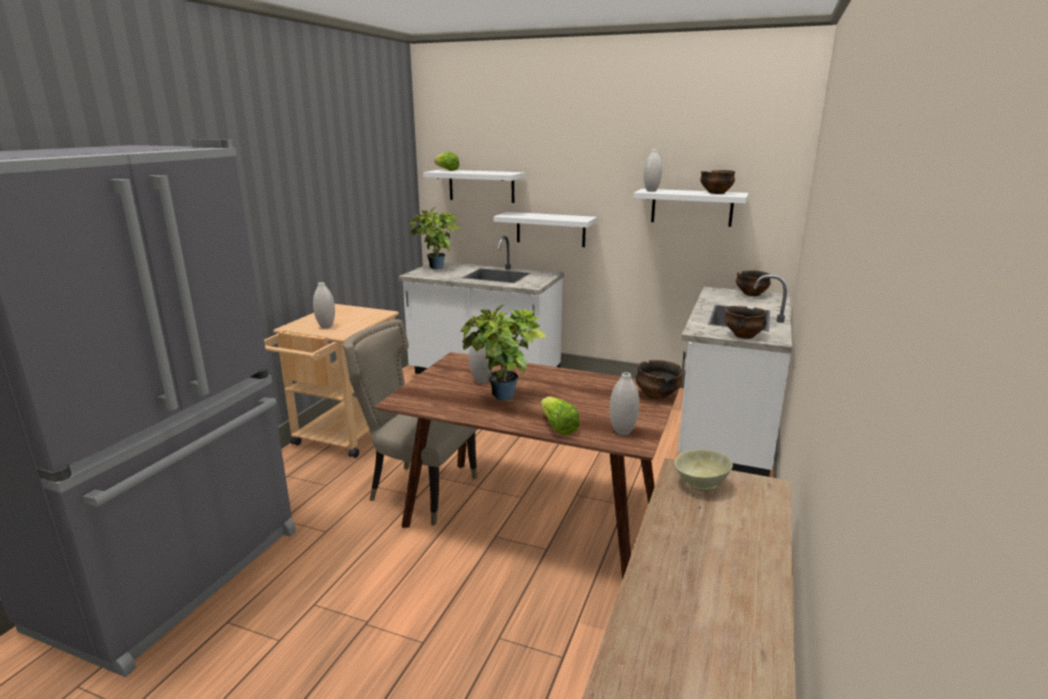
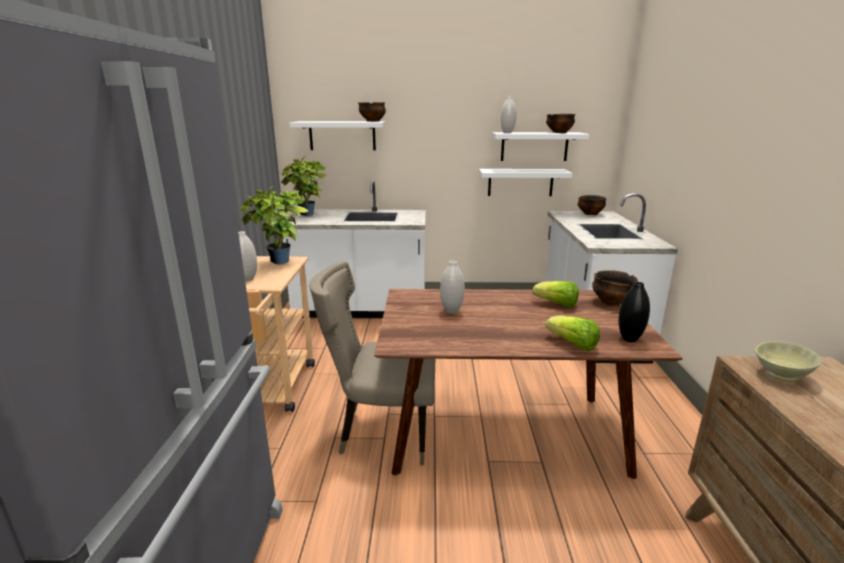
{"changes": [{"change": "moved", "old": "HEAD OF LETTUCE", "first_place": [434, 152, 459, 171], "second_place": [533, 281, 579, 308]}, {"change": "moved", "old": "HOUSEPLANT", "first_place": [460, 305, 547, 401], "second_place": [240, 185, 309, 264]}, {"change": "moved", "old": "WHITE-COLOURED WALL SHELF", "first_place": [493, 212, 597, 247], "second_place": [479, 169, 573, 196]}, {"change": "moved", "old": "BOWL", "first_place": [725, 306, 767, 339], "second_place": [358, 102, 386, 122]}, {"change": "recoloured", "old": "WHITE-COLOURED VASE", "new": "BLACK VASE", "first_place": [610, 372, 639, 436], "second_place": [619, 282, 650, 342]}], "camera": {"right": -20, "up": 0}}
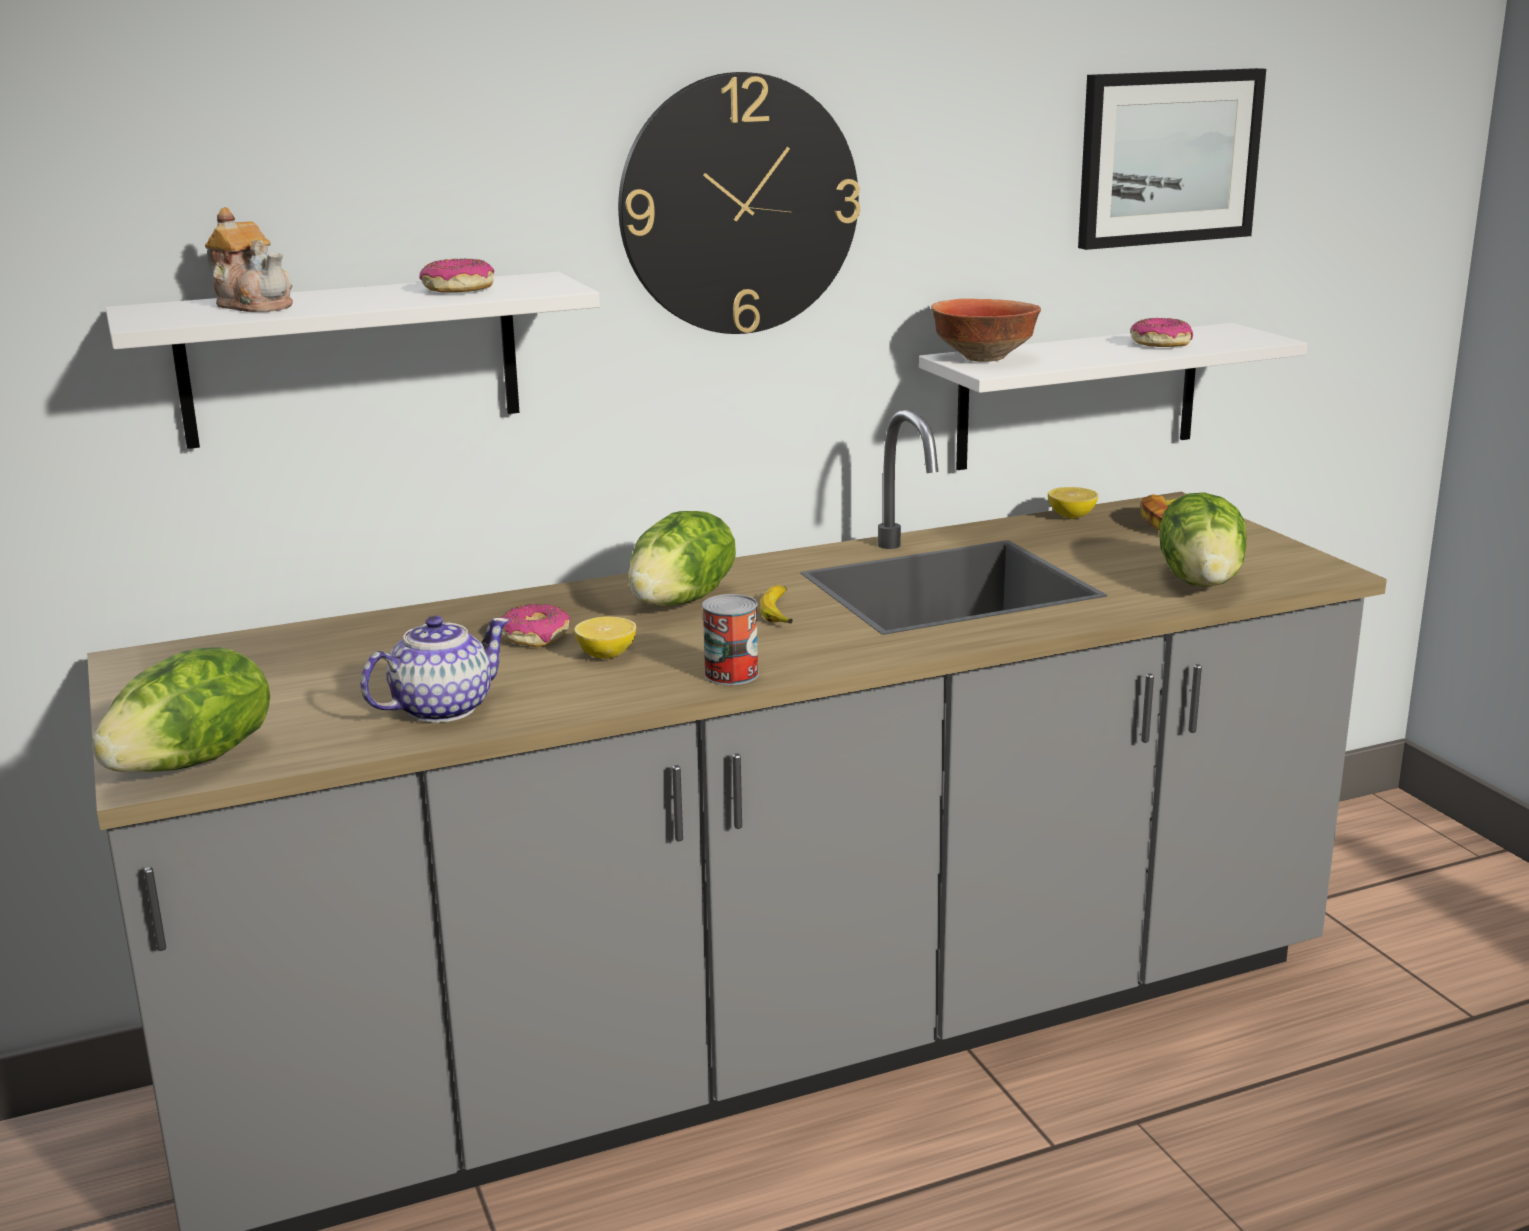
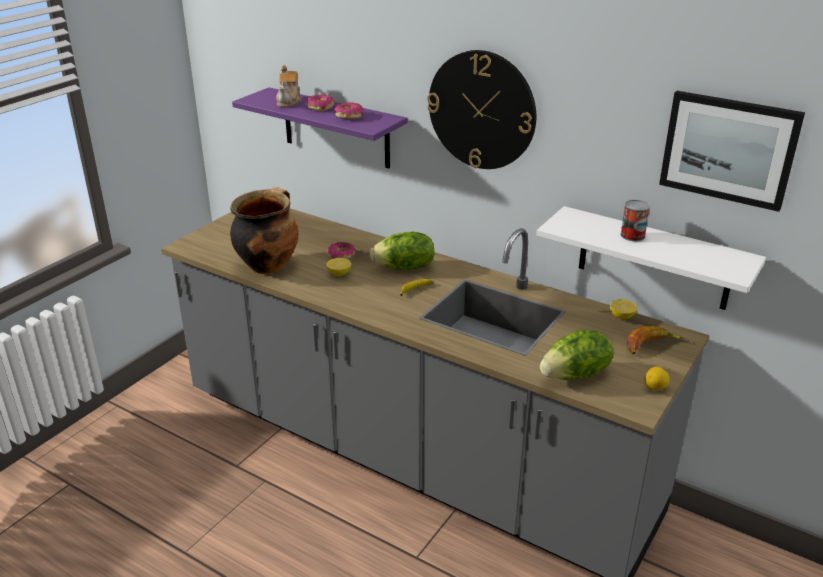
{"changes": [{"change": "removed", "old": "HEAD OF LETTUCE", "first_place": [92, 647, 270, 772]}, {"change": "removed", "old": "BOWL", "first_place": [931, 298, 1041, 362]}, {"change": "added", "new": "LEMON", "second_place": [644, 367, 670, 390]}, {"change": "moved", "old": "CAN", "first_place": [702, 594, 759, 685], "second_place": [620, 200, 650, 241]}, {"change": "moved", "old": "RING DOUGHNUT", "first_place": [1131, 318, 1193, 347], "second_place": [306, 95, 335, 112]}, {"change": "replaced", "old": "TEAPOT", "new": "STOCKPOT", "first_place": [360, 616, 510, 723], "second_place": [230, 187, 299, 274]}, {"change": "recoloured", "old": "WHITE-COLOURED WALL SHELF", "new": "PURPLE-COLOURED WALL SHELF", "first_place": [106, 272, 600, 449], "second_place": [232, 87, 407, 168]}], "camera": {"right": 55, "up": 10}}
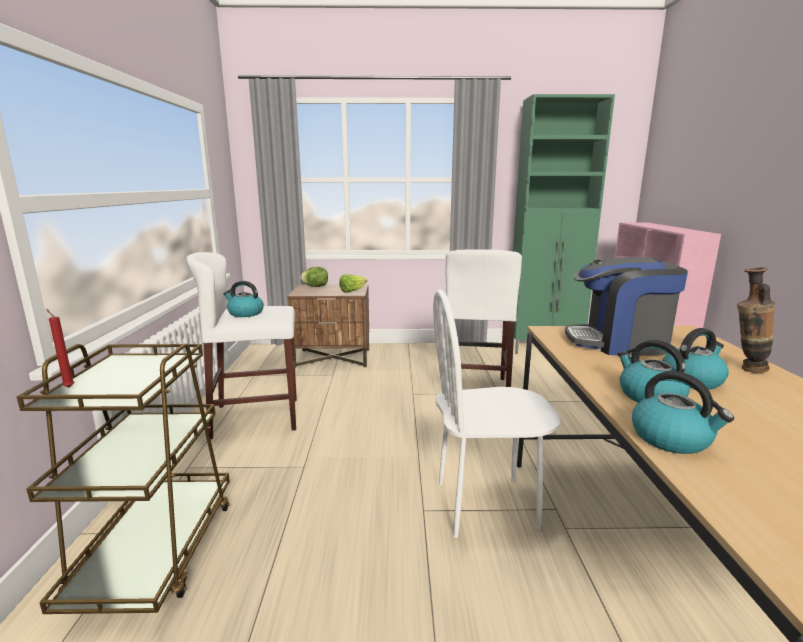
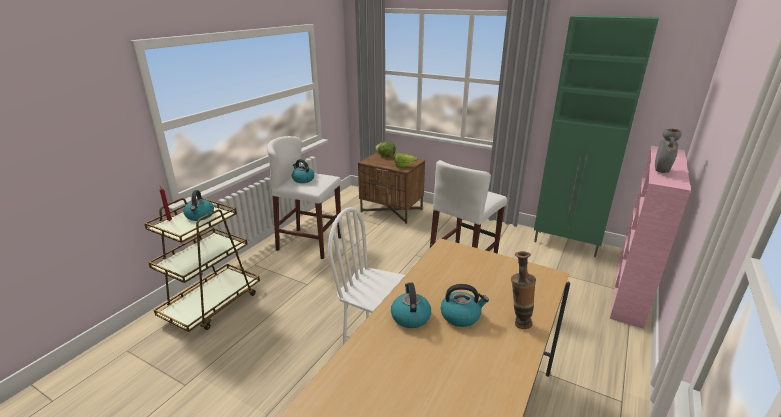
{"changes": [{"change": "removed", "old": "COFFEE MAKER", "first_place": [565, 257, 688, 356]}, {"change": "added", "new": "GRAY VASE", "second_place": [655, 129, 682, 173]}, {"change": "moved", "old": "KETTLE", "first_place": [632, 371, 734, 454], "second_place": [183, 190, 214, 221]}], "camera": {"right": 30, "up": 10}}
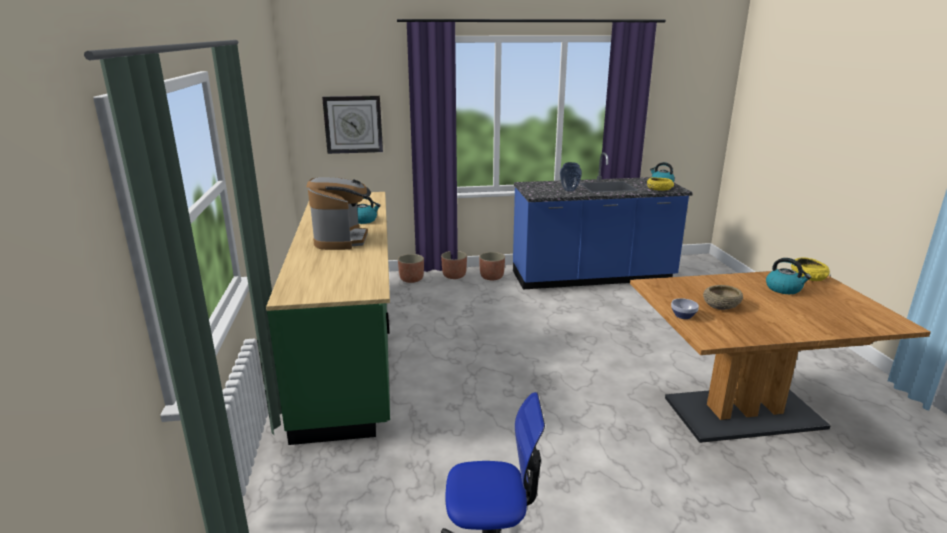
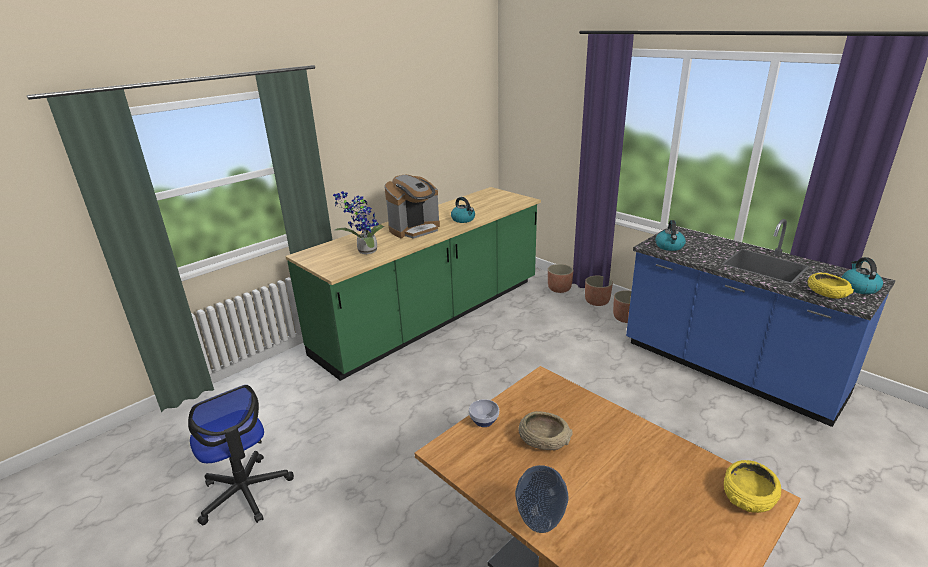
{"changes": [{"change": "removed", "old": "WALL CLOCK", "first_place": [322, 96, 383, 154]}, {"change": "added", "new": "HOUSEPLANT", "second_place": [333, 191, 384, 254]}, {"change": "moved", "old": "VASE", "first_place": [560, 162, 582, 192], "second_place": [515, 465, 569, 533]}, {"change": "moved", "old": "KETTLE", "first_place": [766, 258, 811, 294], "second_place": [655, 220, 686, 251]}], "camera": {"right": 55, "up": 5}}
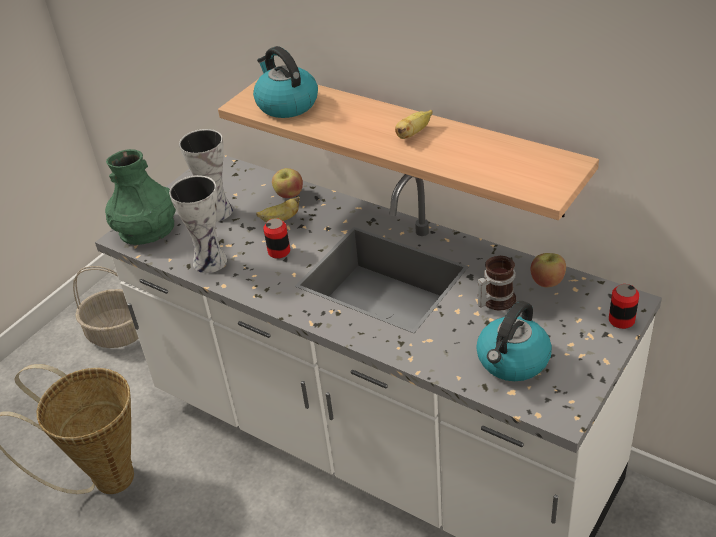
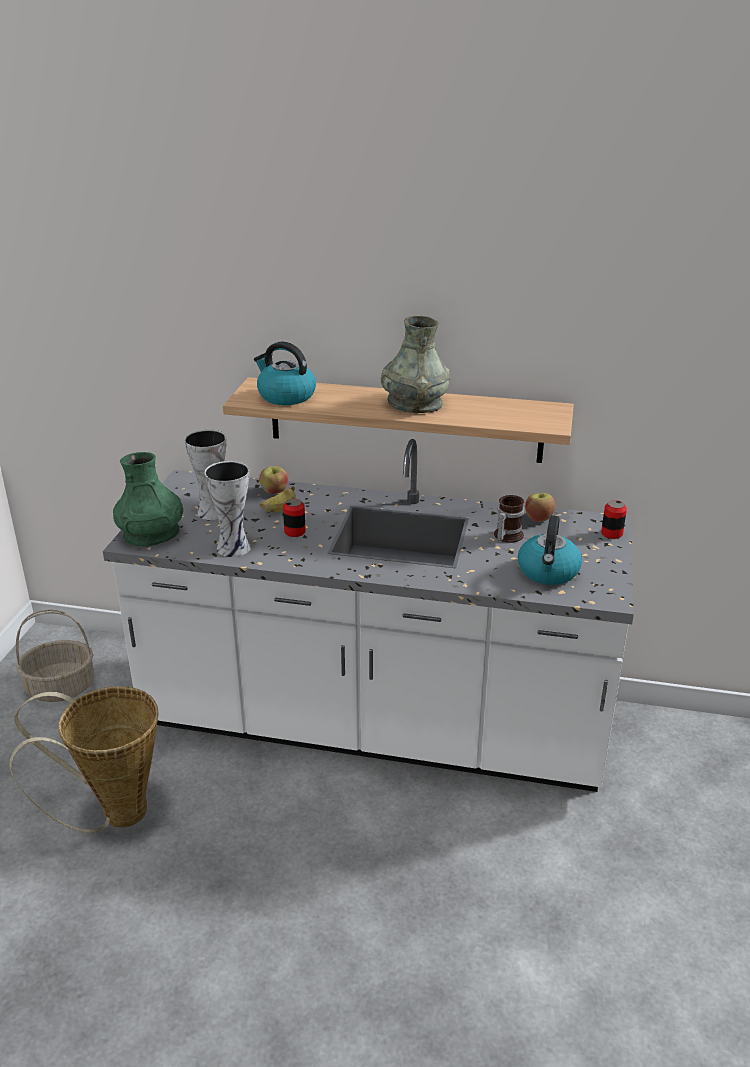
{"changes": [{"change": "replaced", "old": "BANANA", "new": "GRAY VASE", "first_place": [395, 110, 433, 139], "second_place": [381, 315, 450, 413]}], "camera": {"right": -25, "up": -10}}
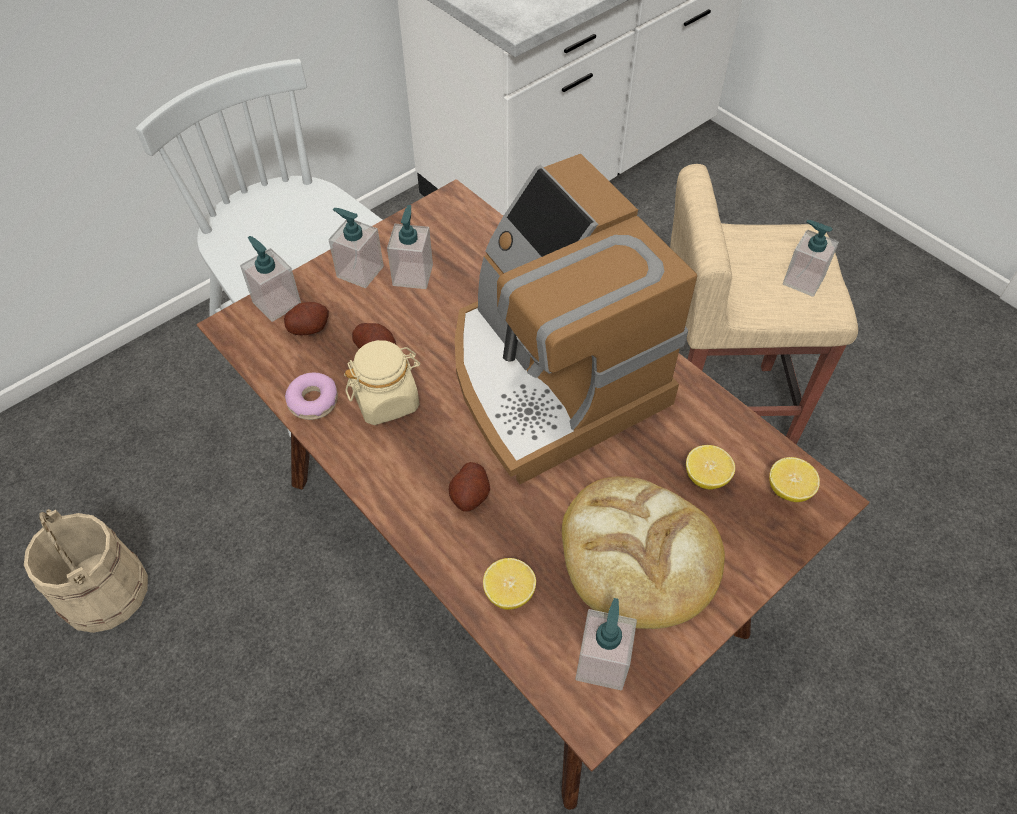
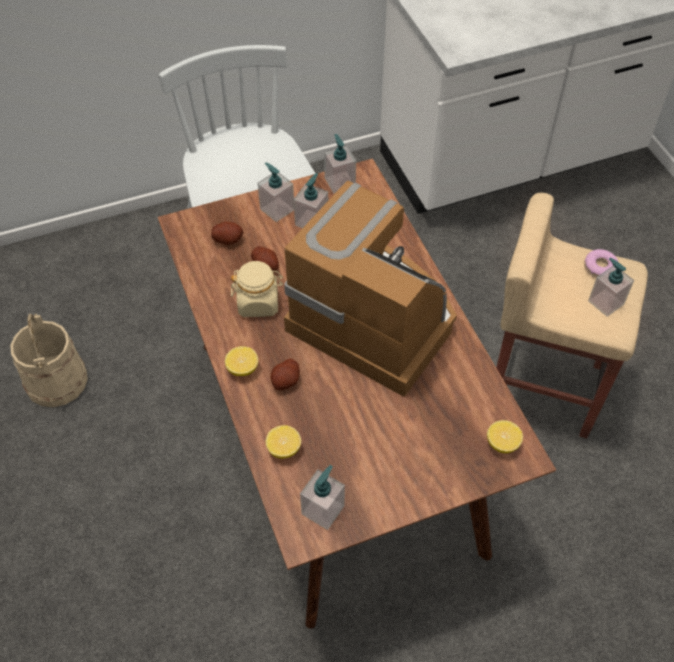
{"changes": [{"change": "removed", "old": "BAKED BREAD", "first_place": [562, 476, 725, 629]}, {"change": "moved", "old": "SOAP DISPENSER", "first_place": [240, 236, 301, 322], "second_place": [324, 134, 356, 194]}, {"change": "moved", "old": "RING DOUGHNUT", "first_place": [285, 372, 338, 420], "second_place": [584, 249, 618, 278]}, {"change": "moved", "old": "LEMON", "first_place": [686, 445, 735, 490], "second_place": [225, 346, 258, 376]}, {"change": "turned", "old": "COFFEE MAKER", "first_place": [455, 154, 697, 484], "second_place": [284, 181, 457, 397], "degrees": 135}], "camera": {"right": 20, "up": 0}}
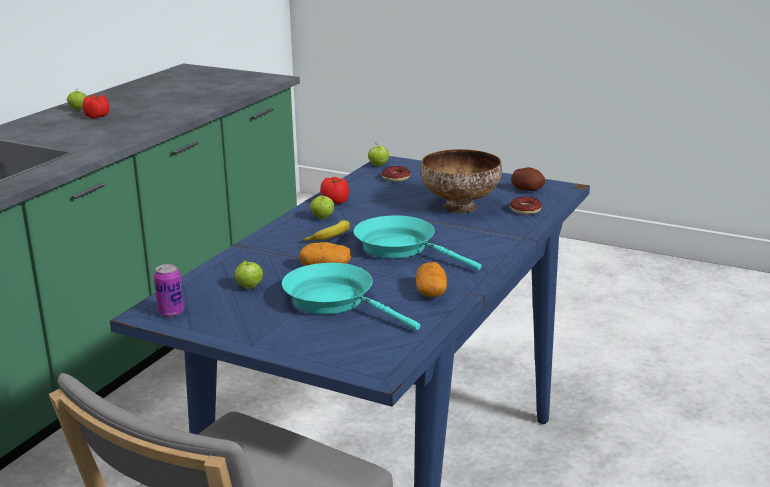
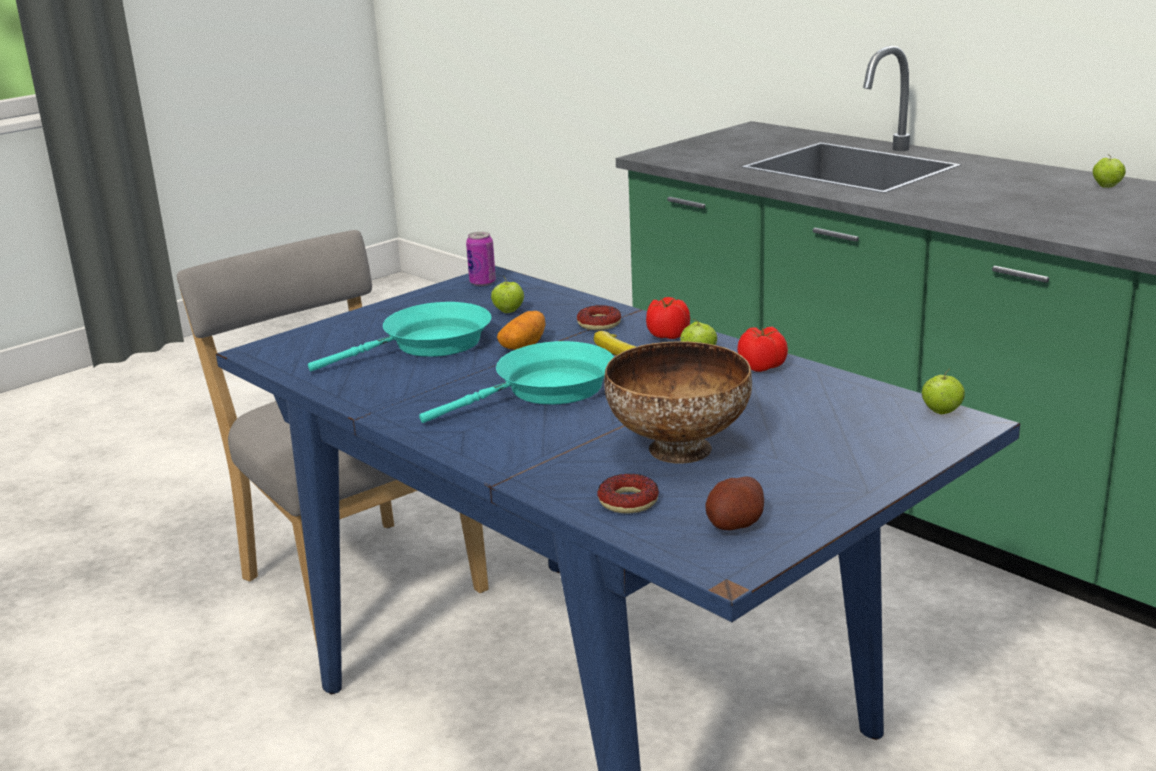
{"changes": [{"change": "removed", "old": "POTATO", "first_place": [416, 262, 447, 297]}, {"change": "moved", "old": "WHOLE TOMATO", "first_place": [82, 95, 109, 119], "second_place": [646, 297, 690, 339]}, {"change": "moved", "old": "RING DOUGHNUT", "first_place": [382, 166, 410, 182], "second_place": [577, 305, 621, 330]}], "camera": {"right": 110, "up": 0}}
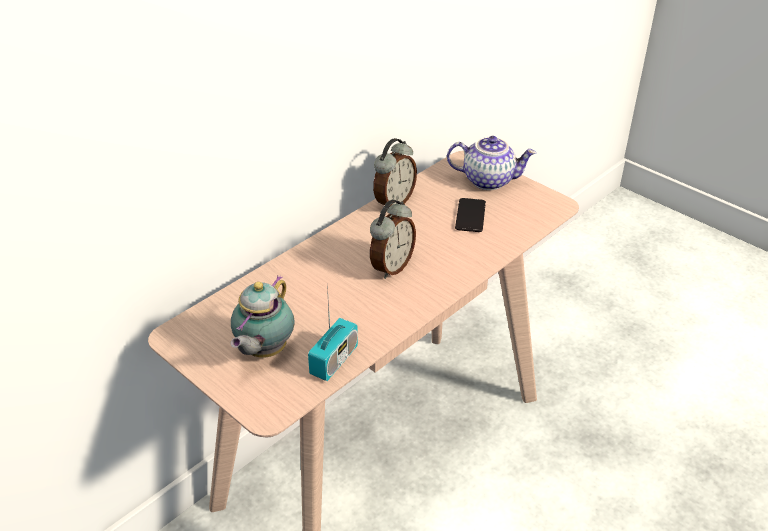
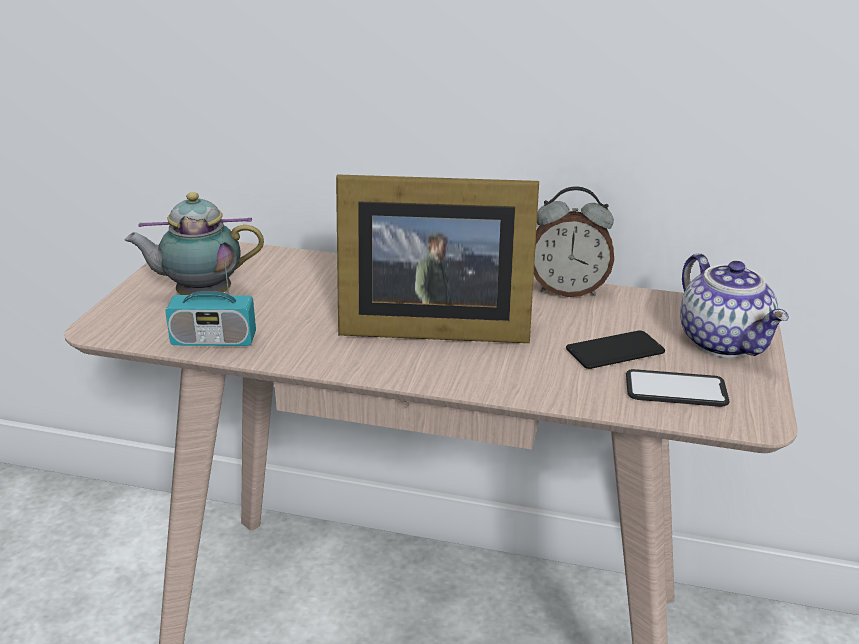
{"changes": [{"change": "added", "new": "HANDSET", "second_place": [626, 369, 730, 407]}, {"change": "replaced", "old": "ALARM CLOCK", "new": "STANDING FRAME", "first_place": [370, 200, 416, 279], "second_place": [336, 174, 539, 343]}], "camera": {"right": 60, "up": -10}}
